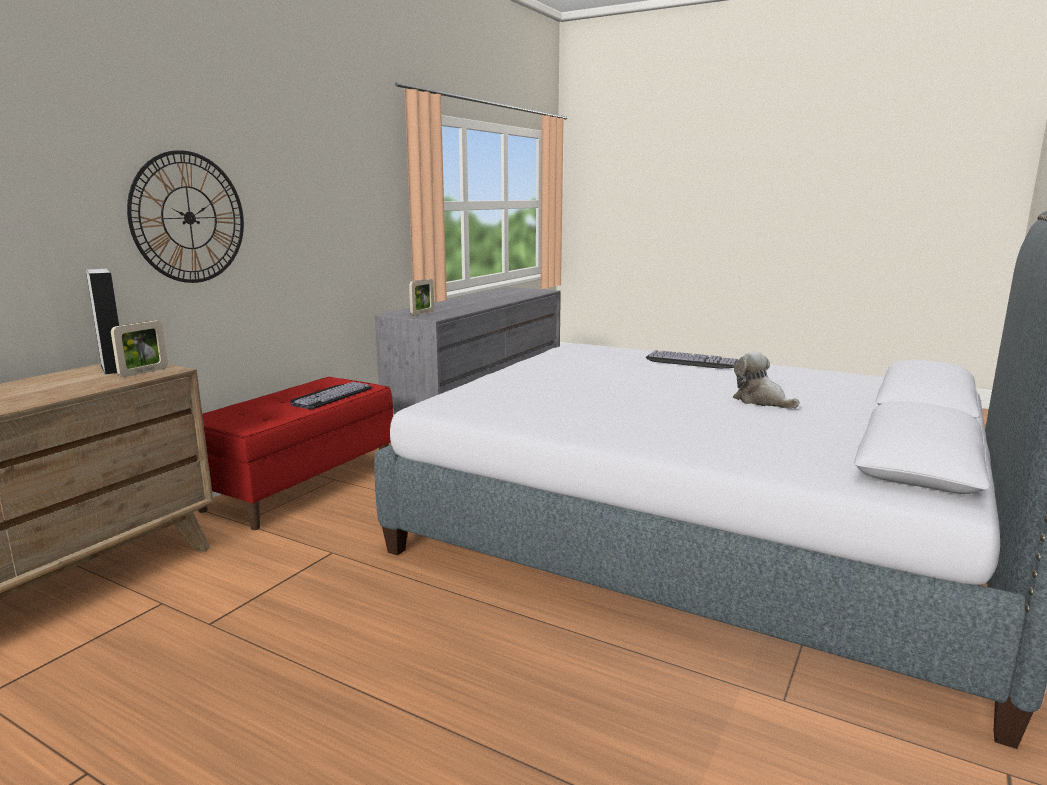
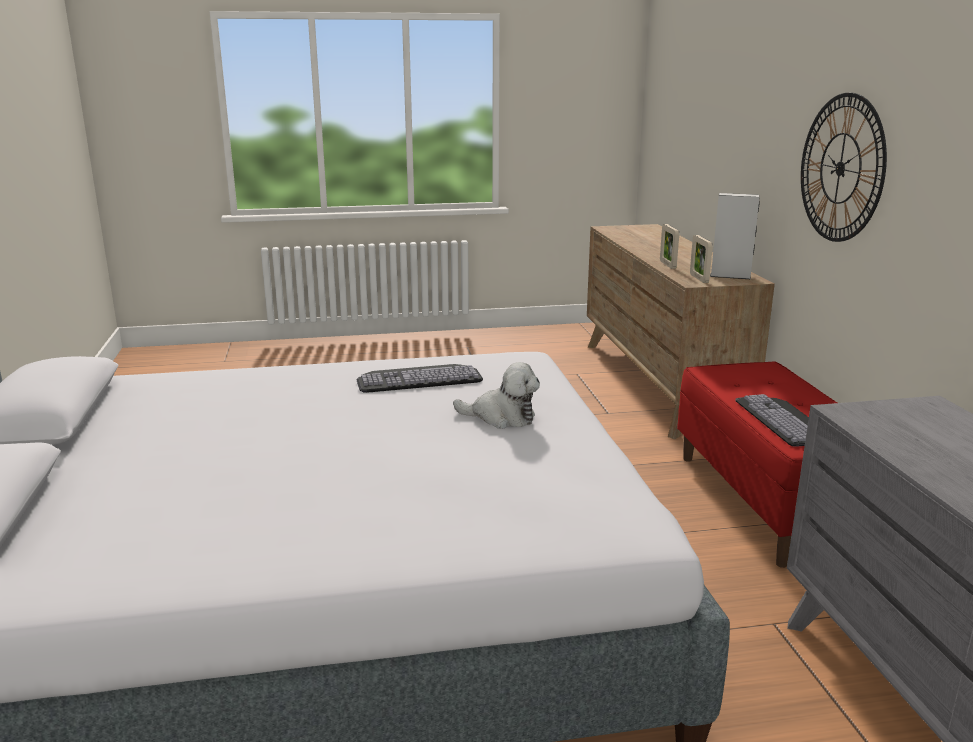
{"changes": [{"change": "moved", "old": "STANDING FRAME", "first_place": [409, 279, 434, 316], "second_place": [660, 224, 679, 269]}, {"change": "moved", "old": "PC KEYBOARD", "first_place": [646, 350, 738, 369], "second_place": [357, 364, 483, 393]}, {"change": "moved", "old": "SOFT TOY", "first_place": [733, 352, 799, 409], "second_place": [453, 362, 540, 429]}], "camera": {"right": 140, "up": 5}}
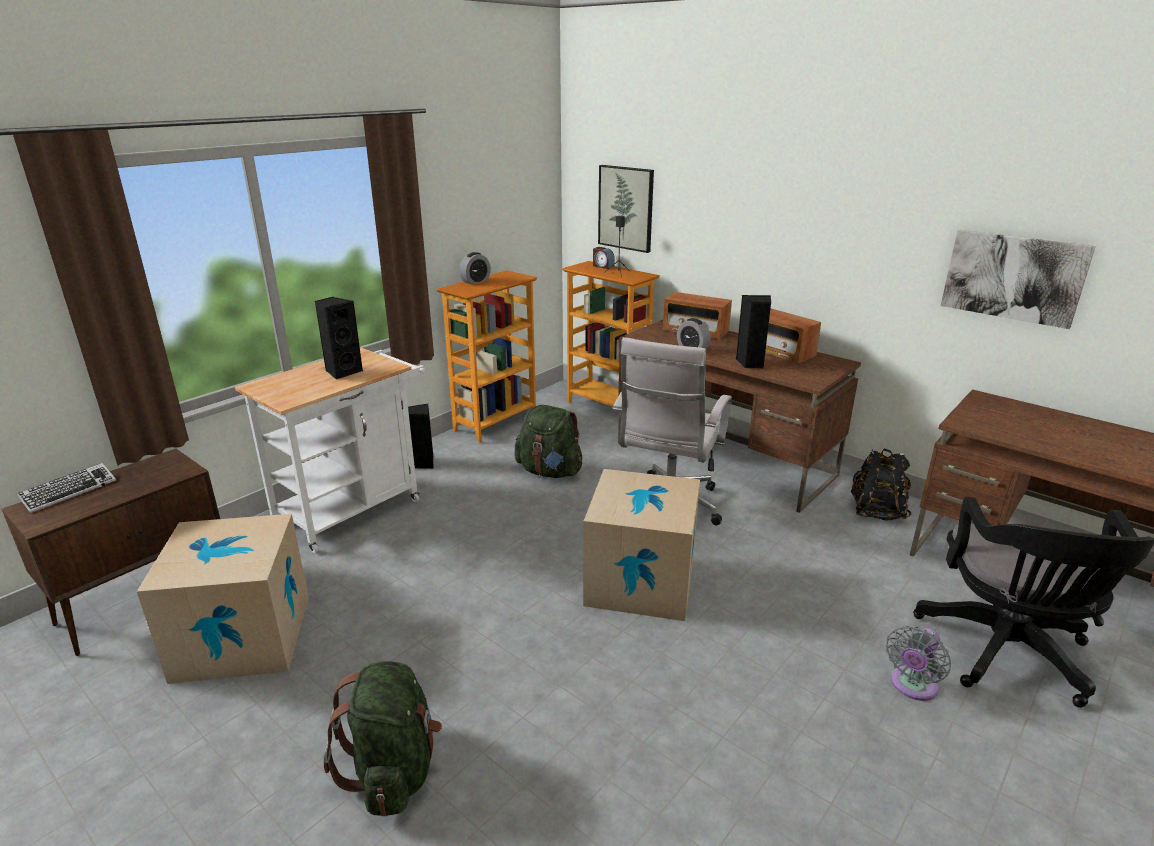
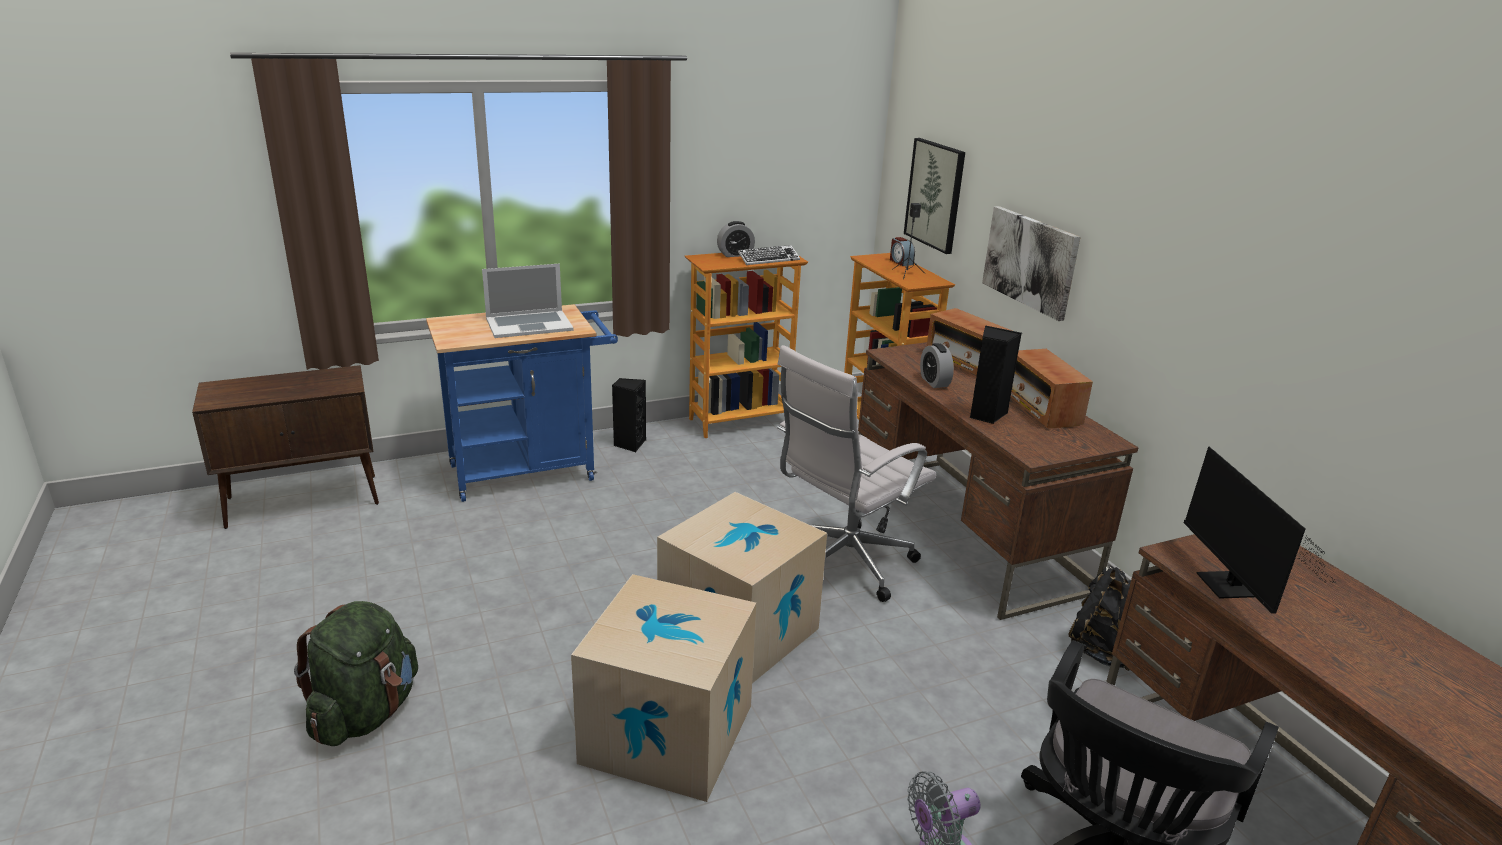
{"changes": [{"change": "removed", "old": "GREENISH KNAPSACK", "first_place": [515, 405, 582, 478]}, {"change": "added", "new": "COMPUTER SCREEN", "second_place": [1184, 446, 1336, 614]}, {"change": "moved", "old": "PC KEYBOARD", "first_place": [16, 463, 116, 514], "second_place": [738, 245, 800, 265]}, {"change": "moved", "old": "CARDBOARD BOX", "first_place": [137, 514, 309, 684], "second_place": [571, 574, 757, 802]}, {"change": "moved", "old": "PICTURE", "first_place": [941, 230, 1096, 329], "second_place": [982, 206, 1081, 321]}, {"change": "replaced", "old": "BLACK AUDIO SPEAKER", "new": "PORTABLE COMPUTER", "first_place": [314, 297, 363, 380], "second_place": [482, 264, 574, 338]}, {"change": "recoloured", "old": "WHITE-COLOURED CART", "new": "BLUE-COLOURED CART", "first_place": [234, 348, 425, 553], "second_place": [426, 304, 618, 502]}], "camera": {"right": 25, "up": 0}}
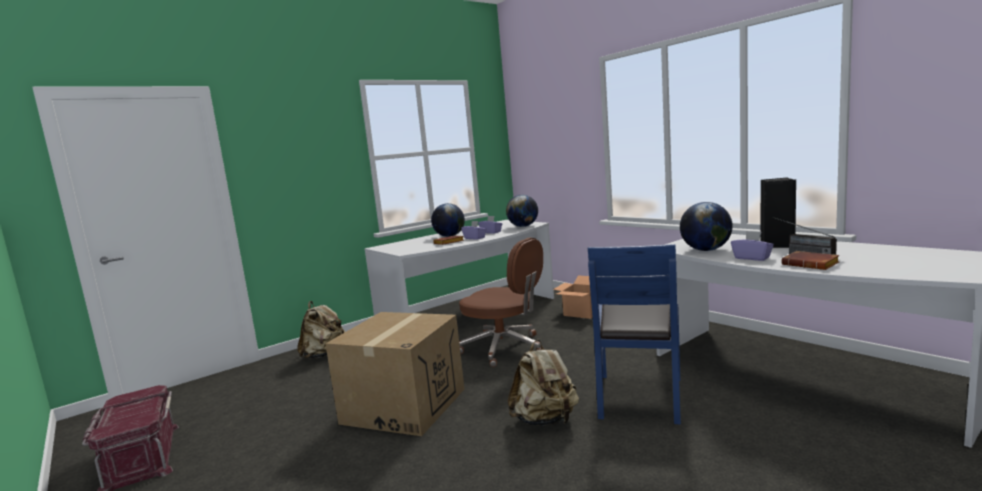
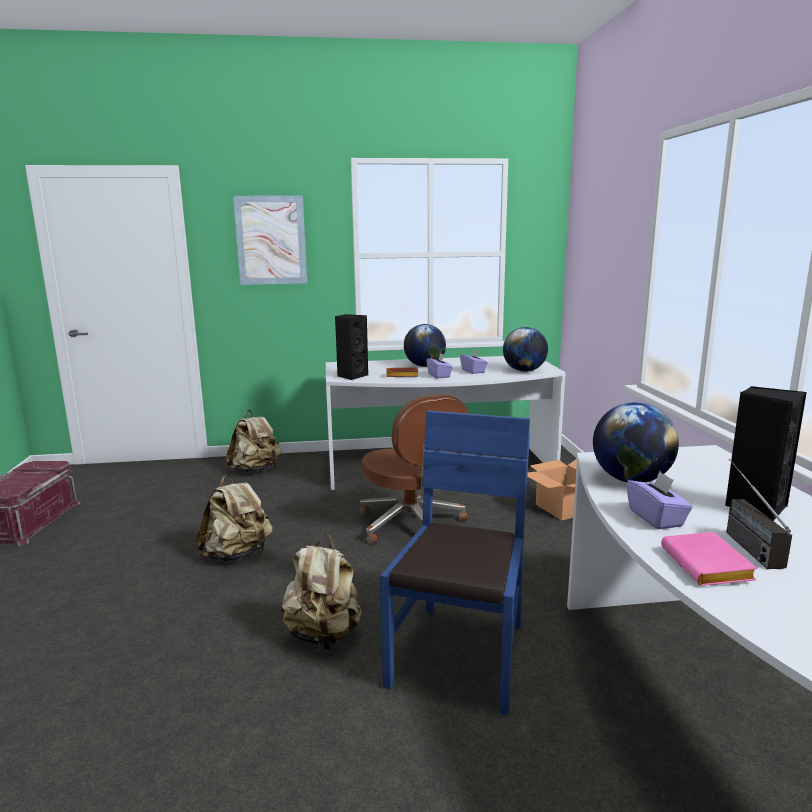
{"changes": [{"change": "added", "new": "PICTURE", "second_place": [233, 195, 307, 285]}, {"change": "added", "new": "BLACK AUDIO SPEAKER", "second_place": [335, 314, 368, 380]}, {"change": "replaced", "old": "CARDBOARD BOX", "new": "BEIGE-COLOURED KNAPSACK", "first_place": [325, 312, 464, 436], "second_place": [196, 474, 273, 562]}, {"change": "recoloured", "old": "BROWN VOLUME", "new": "PINK VOLUME", "first_place": [781, 251, 839, 270], "second_place": [661, 532, 757, 586]}, {"change": "turned", "old": "BLUE-COLOURED CHAIR", "first_place": [588, 244, 681, 424], "second_place": [380, 410, 530, 715], "degrees": 150}], "camera": {"right": 30, "up": 5}}
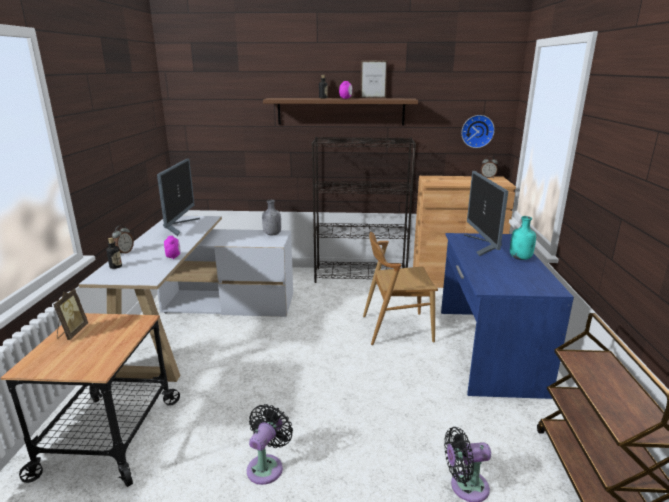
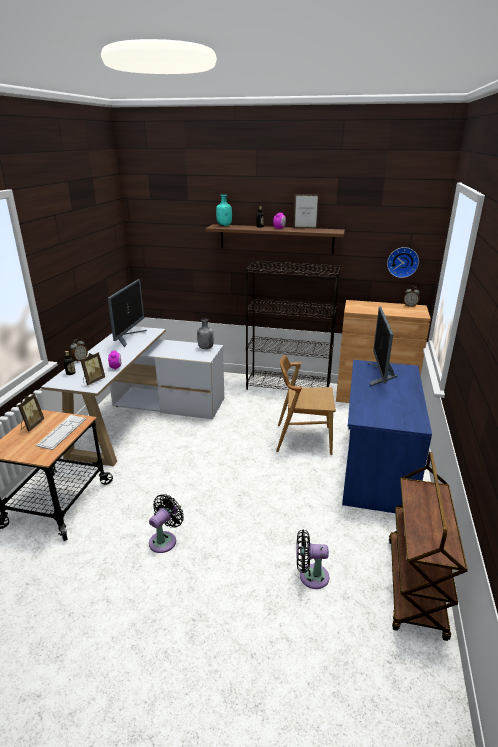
{"changes": [{"change": "added", "new": "PC KEYBOARD", "second_place": [36, 415, 86, 450]}, {"change": "added", "new": "STANDING FRAME", "second_place": [80, 352, 105, 385]}, {"change": "moved", "old": "TURQUOISE-COLOURED DRINK BOTTLE", "first_place": [510, 216, 536, 260], "second_place": [216, 194, 232, 226]}], "camera": {"right": 10, "up": 5}}
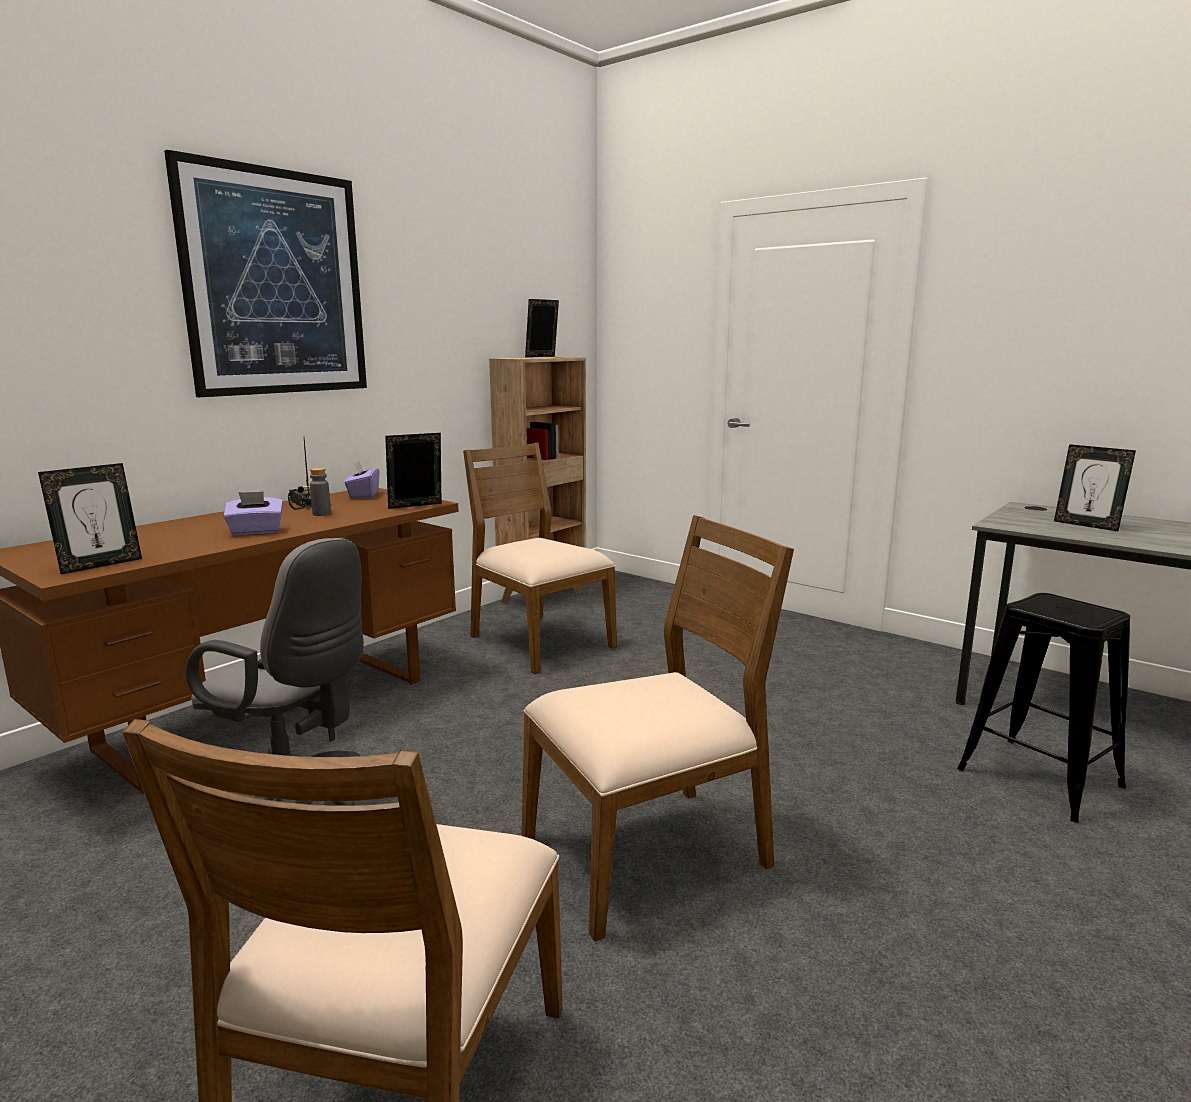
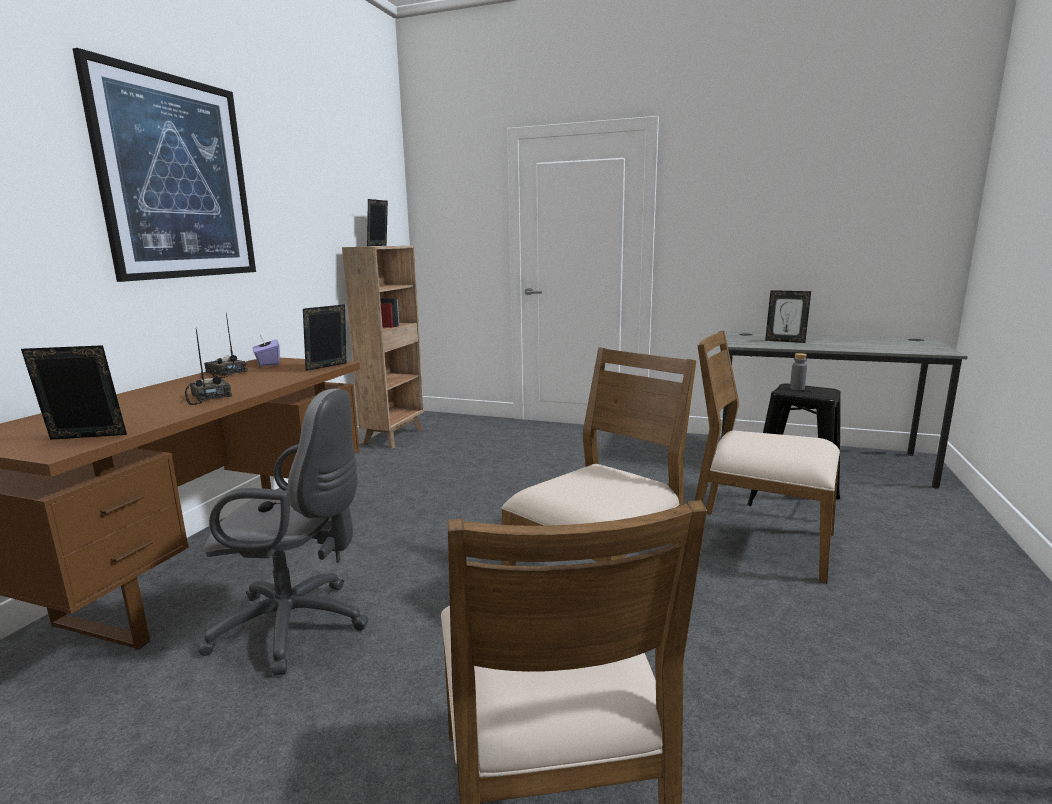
{"changes": [{"change": "moved", "old": "GRAY DRINK BOTTLE", "first_place": [310, 468, 331, 516], "second_place": [790, 353, 807, 390]}, {"change": "moved", "old": "BROWN CHAIR", "first_place": [463, 442, 617, 674], "second_place": [694, 330, 840, 584]}, {"change": "replaced", "old": "PURPLE-COLOURED BOX OF TISSUES", "new": "RADIO", "first_place": [223, 491, 283, 535], "second_place": [185, 329, 232, 405]}, {"change": "turned", "old": "STANDING FRAME", "first_place": [38, 463, 142, 574], "second_place": [21, 345, 127, 440], "degrees": -120}], "camera": {"right": -20, "up": 0}}
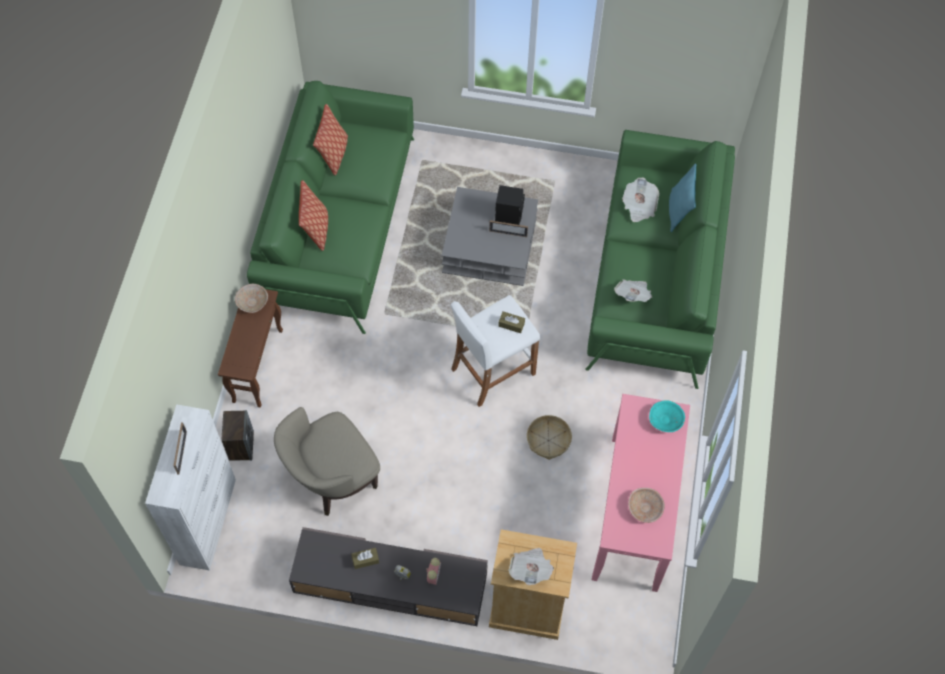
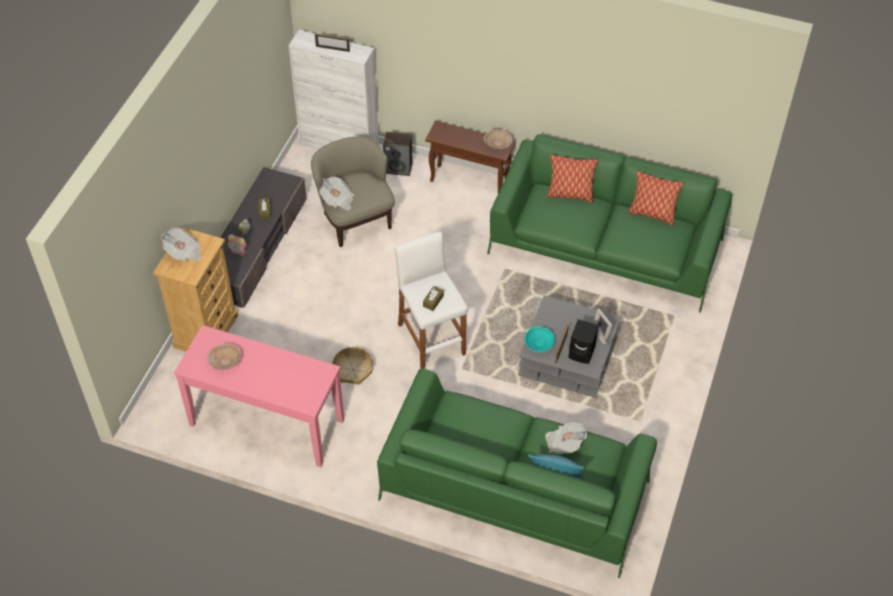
{"changes": [{"change": "added", "new": "STANDING FRAME", "second_place": [593, 309, 612, 345]}, {"change": "moved", "old": "PRINTED PAPER", "first_place": [614, 279, 652, 302], "second_place": [319, 177, 354, 211]}, {"change": "moved", "old": "TURQUOISE-COLOURED BOWL", "first_place": [649, 401, 685, 432], "second_place": [524, 326, 555, 352]}], "camera": {"right": 100, "up": -10}}
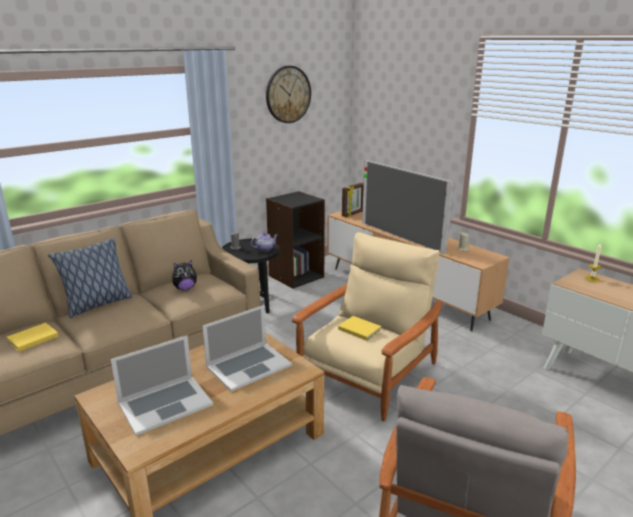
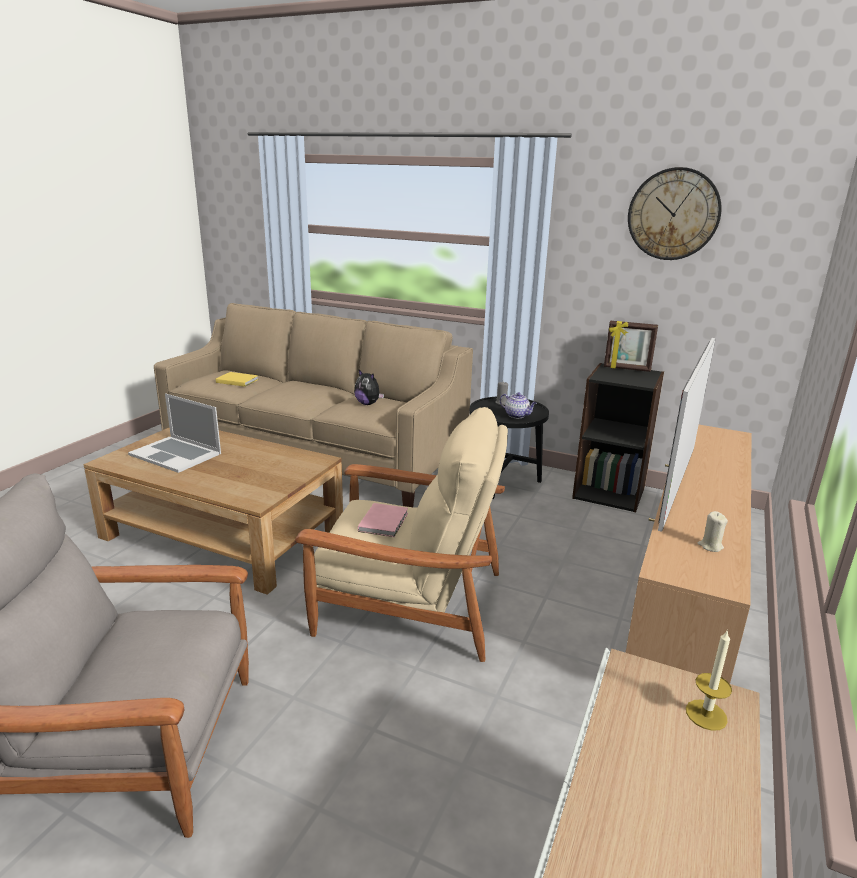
{"changes": [{"change": "removed", "old": "CUSHION", "first_place": [48, 237, 133, 318]}, {"change": "removed", "old": "PORTABLE COMPUTER", "first_place": [202, 305, 292, 392]}, {"change": "moved", "old": "STANDING FRAME", "first_place": [342, 183, 364, 217], "second_place": [604, 321, 658, 372]}, {"change": "recoloured", "old": "YELLOW-COLOURED VOLUME", "new": "PINK VOLUME", "first_place": [338, 316, 381, 341], "second_place": [358, 503, 408, 537]}], "camera": {"right": 65, "up": 0}}
